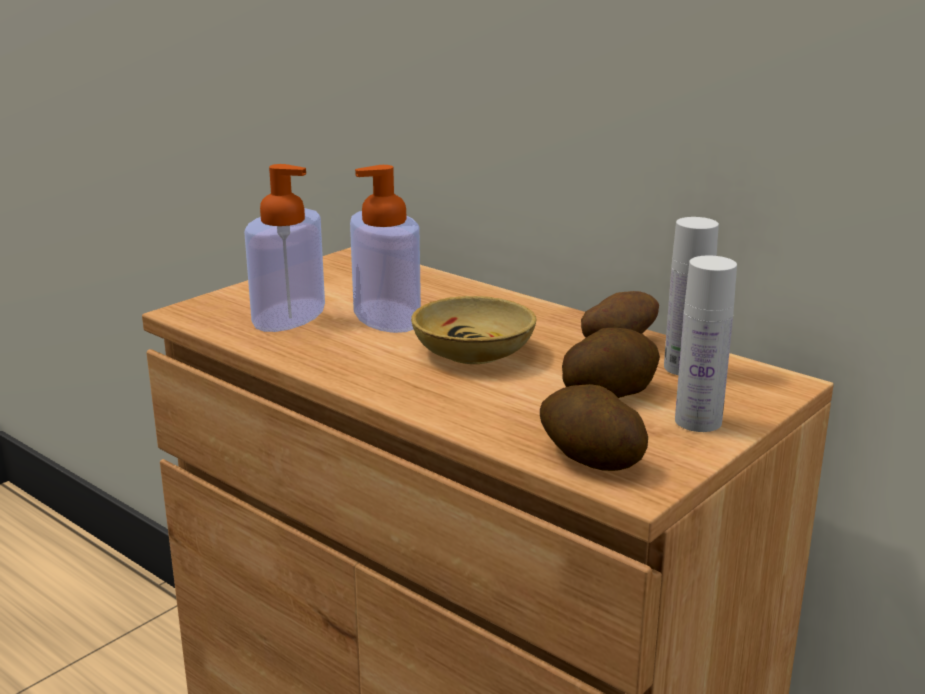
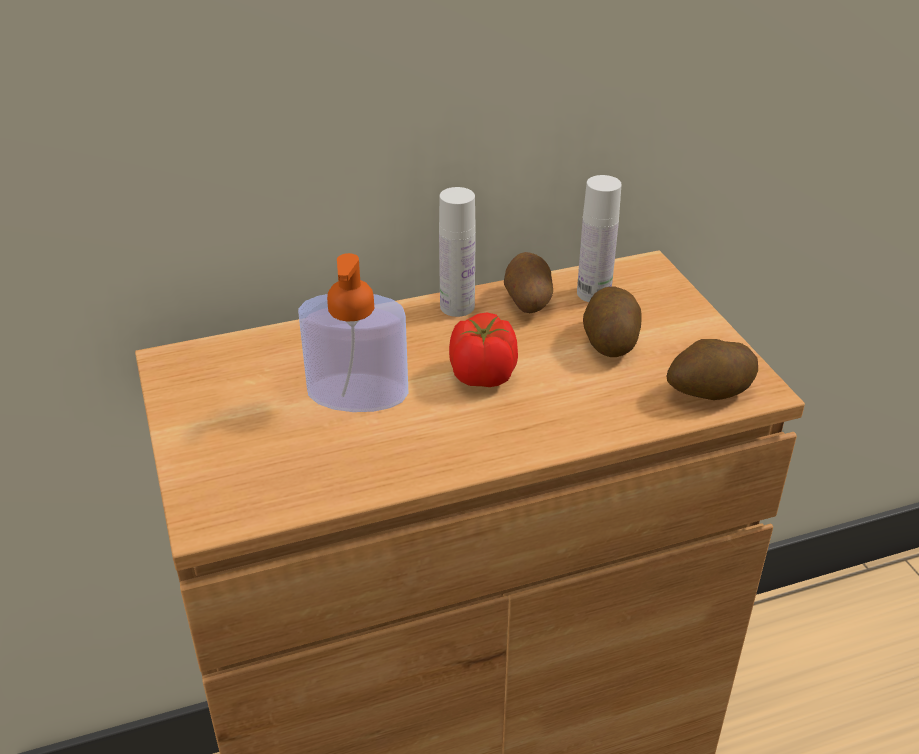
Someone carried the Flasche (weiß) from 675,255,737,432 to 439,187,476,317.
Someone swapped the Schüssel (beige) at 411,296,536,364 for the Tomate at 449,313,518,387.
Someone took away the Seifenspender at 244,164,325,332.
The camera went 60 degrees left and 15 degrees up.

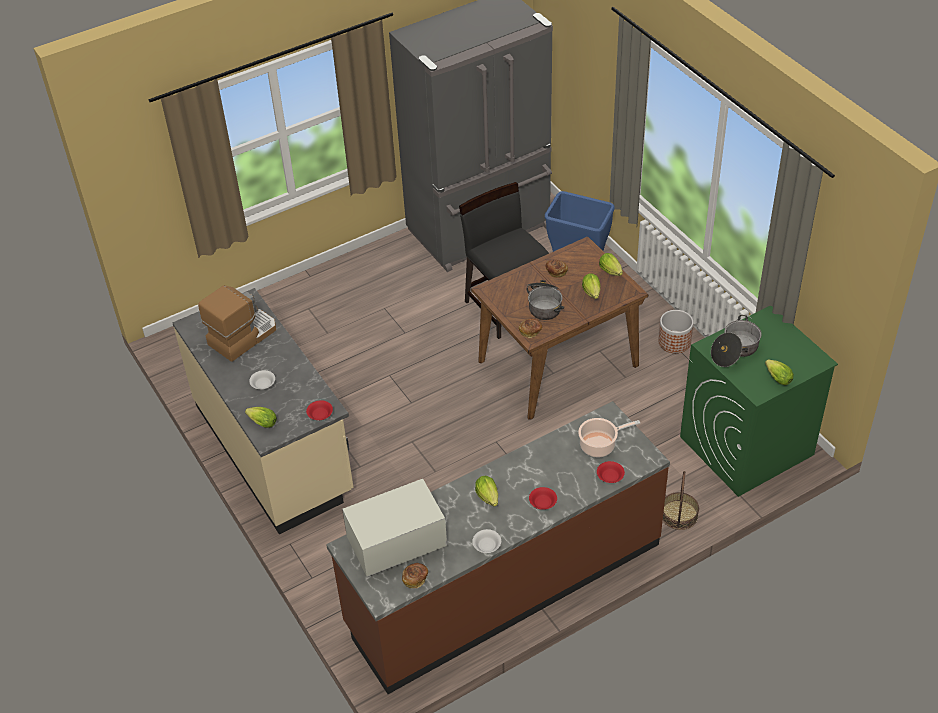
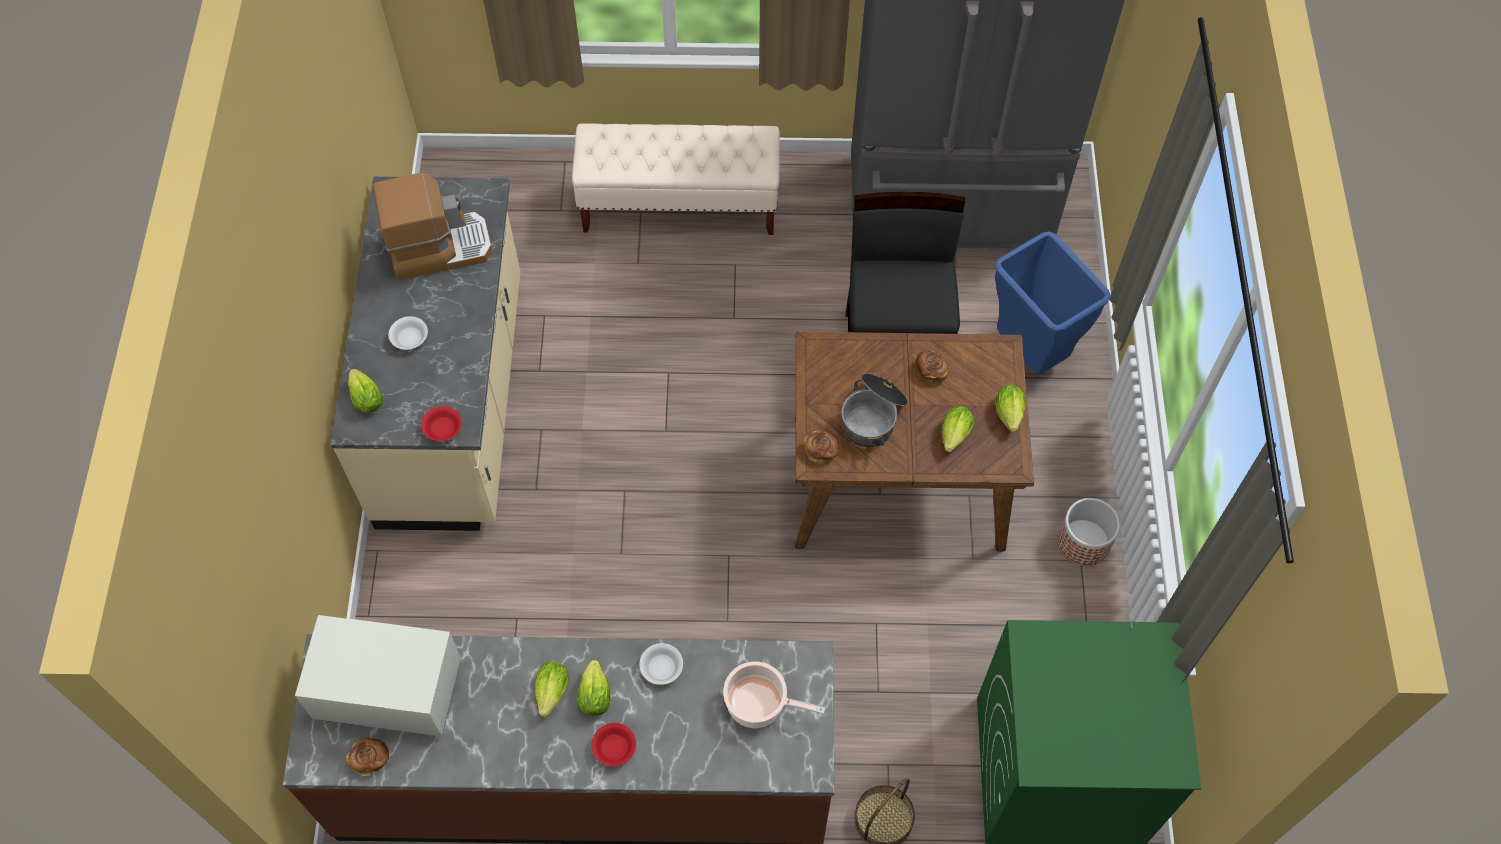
Someone put down the Bank (beige) at 572,124,780,235.
Someone carried the Salatkopf from 765,359,794,385 to 577,660,610,716.
Someone carried the Schüssel (weiß) from 472,529,501,553 to 639,643,683,685.
Someone took away the Schüssel (rot) at 597,461,625,483.
Someone took away the Kochtopf at 711,315,762,367.
The camera went 30 degrees right and 15 degrees up.

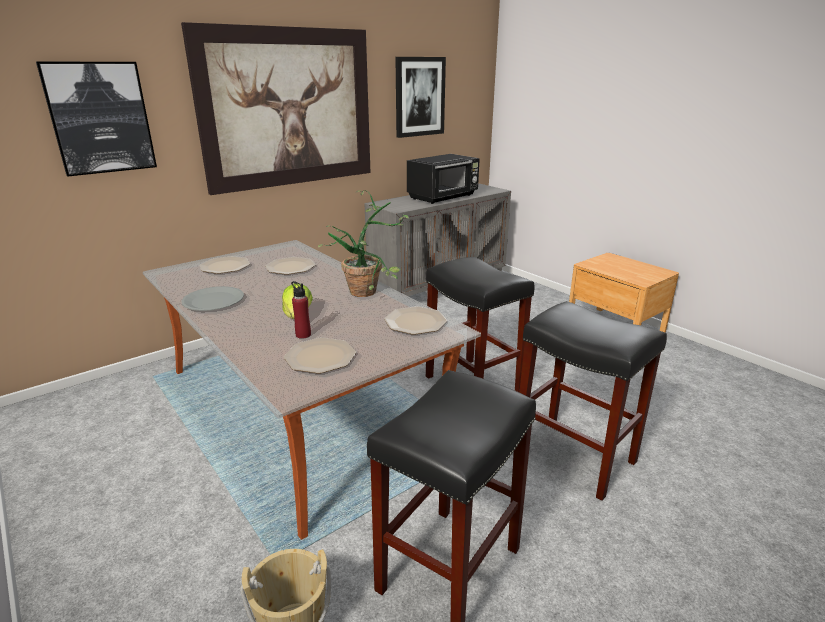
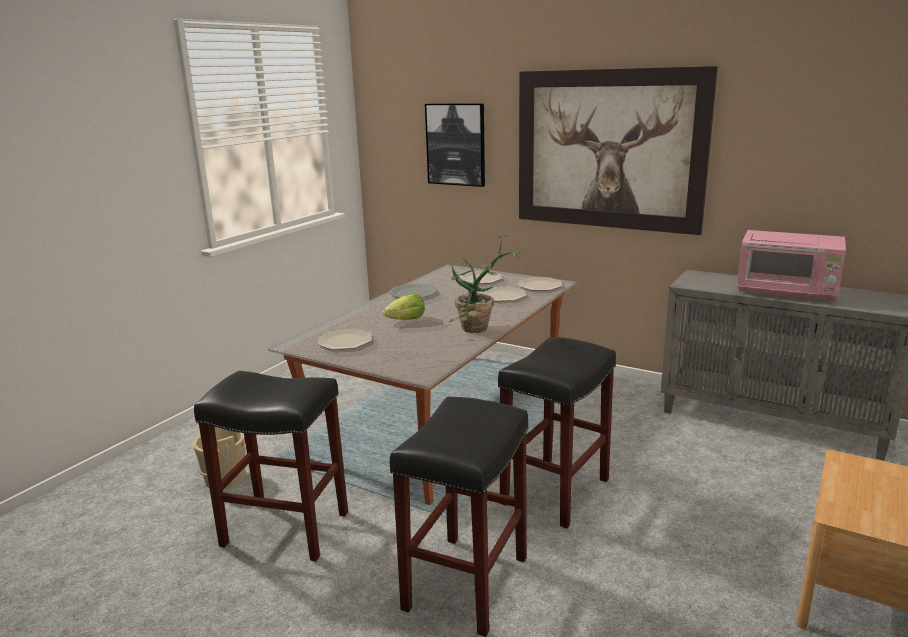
Someone carried the Teller from 384,306,447,335 to 519,277,562,291.
Someone repainted the Mikrowelle (schwarz) at 407,154,480,204, which became the Mikrowelle (rosa) at 737,230,846,302.
Someone took away the Flasche (rot) at 291,281,311,339.
Someone took away the Bild at 395,57,446,138.
The camera went 70 degrees right and 5 degrees down.

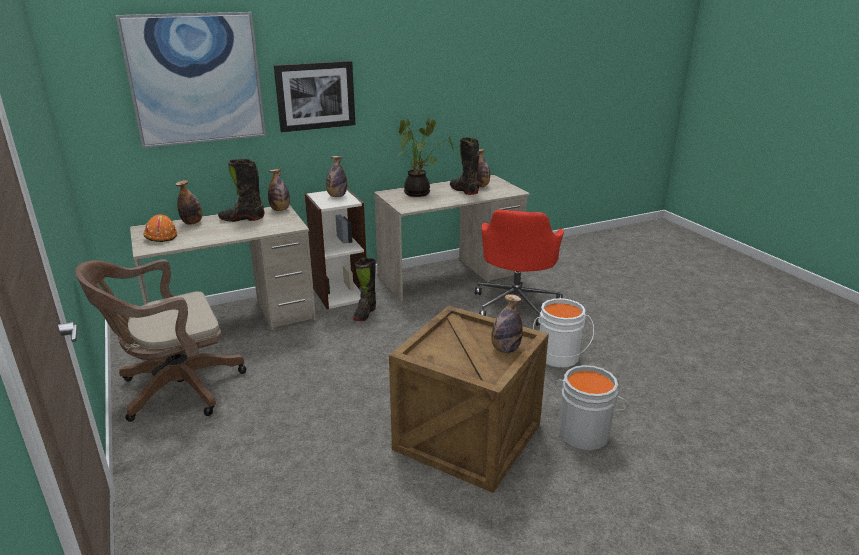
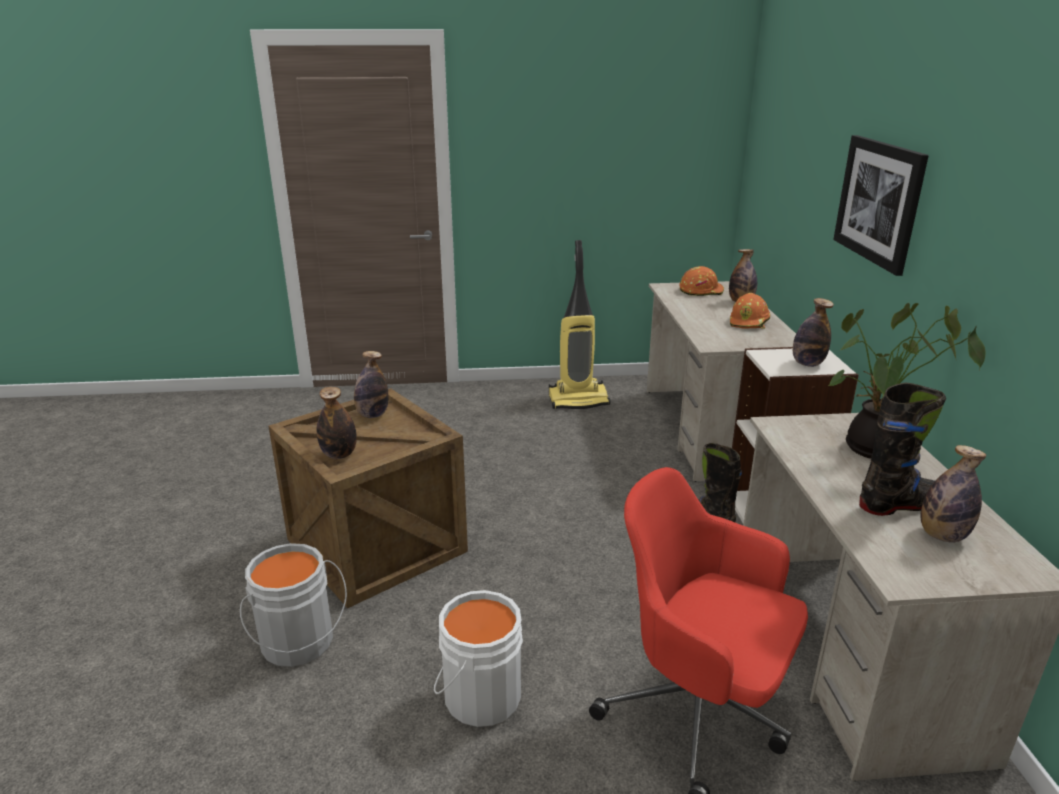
Someone carried the Flasche from 268,169,290,211 to 354,351,389,418.
Someone swapped the Bürostuhl (braun) at 75,259,247,422 for the Staubsauger at 549,240,610,409.
Someone swapped the Stiefel (schwarz) at 218,159,265,222 for the Schutzhelm (orange) at 730,293,770,329.
Someone took away the Bild at 116,12,266,148.
The camera went 110 degrees right and 0 degrees up.

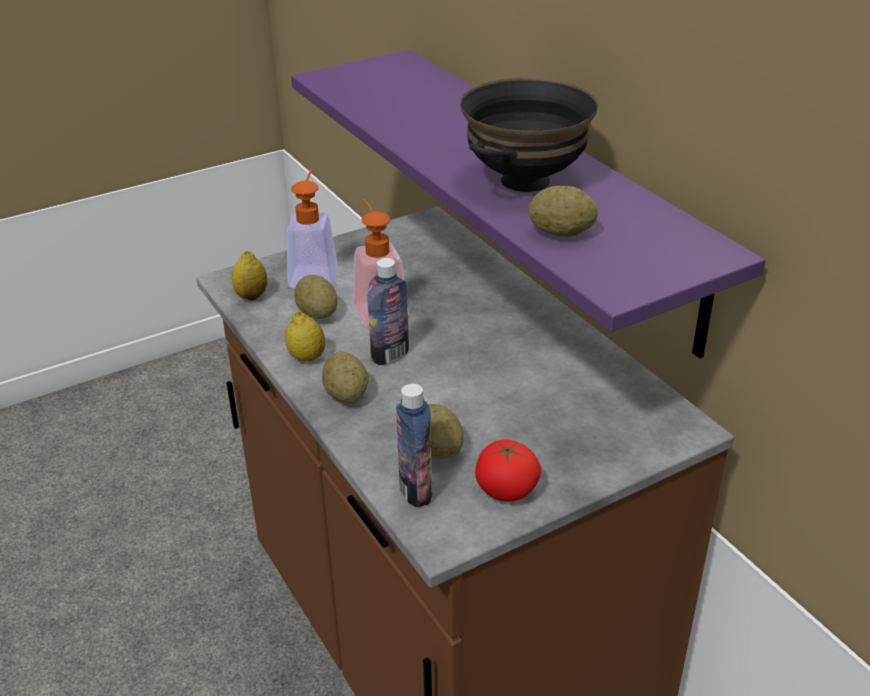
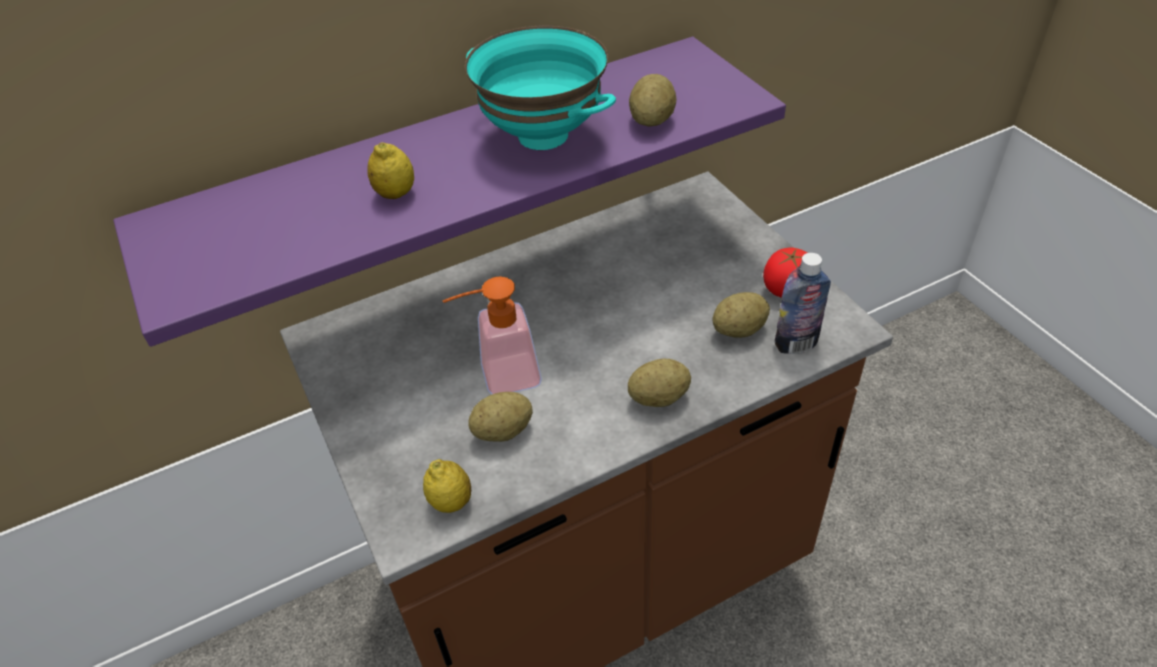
Someone carried the Zitrone from 286,311,325,361 to 367,142,414,199.
Someone repainted the Schüssel (schwarz) at 460,77,598,192, which became the Schüssel (türkis) at 465,26,616,150.
Someone took away the Seifenspender at 287,169,338,289.
Someone took away the Flasche at 368,258,409,365.
The camera went 85 degrees left and 10 degrees up.

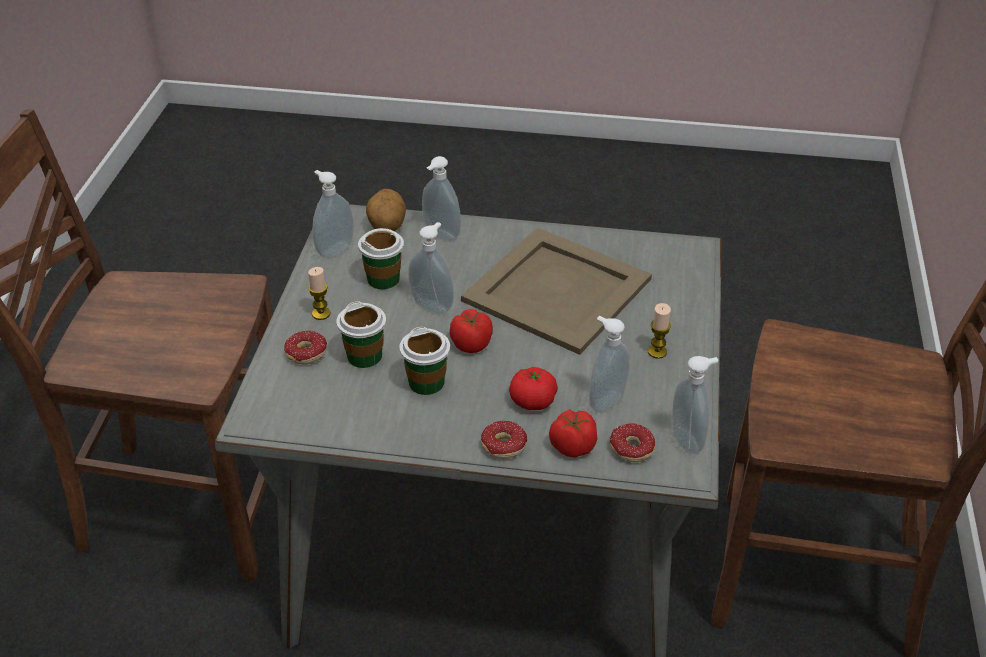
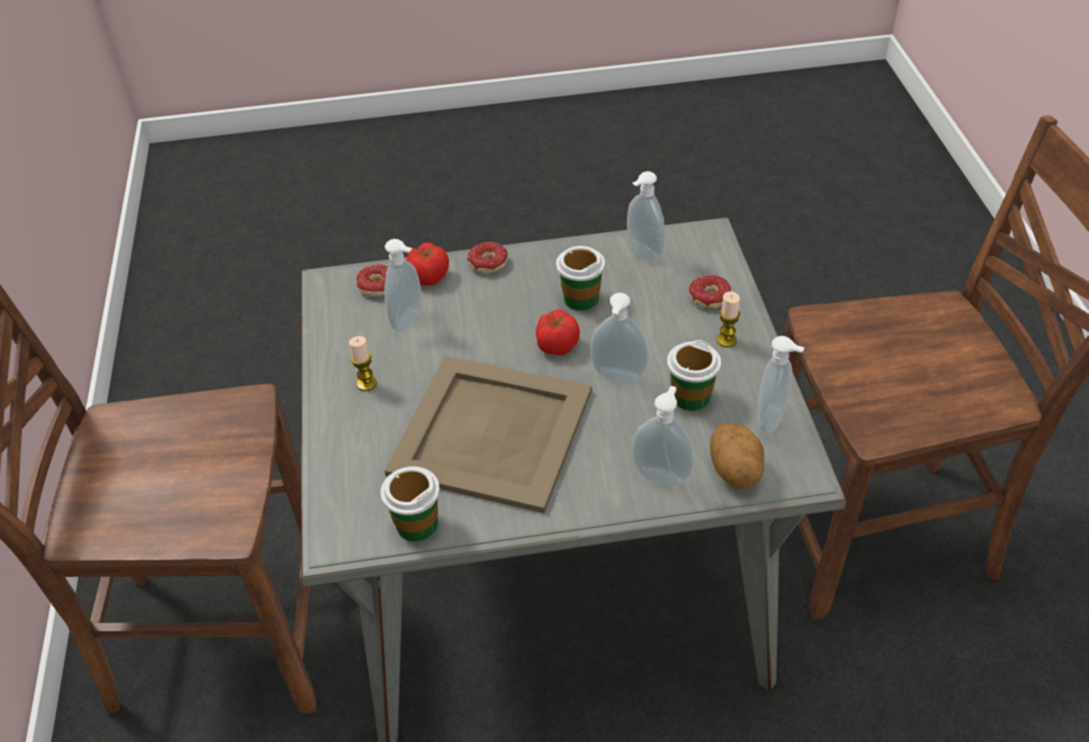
Someone carried the Tasse from 336,301,386,368 to 380,466,440,542.
Someone carried the Seifenspender from 672,356,718,454 to 627,171,665,262.
Someone took away the Tomate at 509,367,558,410.
The camera went 165 degrees right and 5 degrees up.

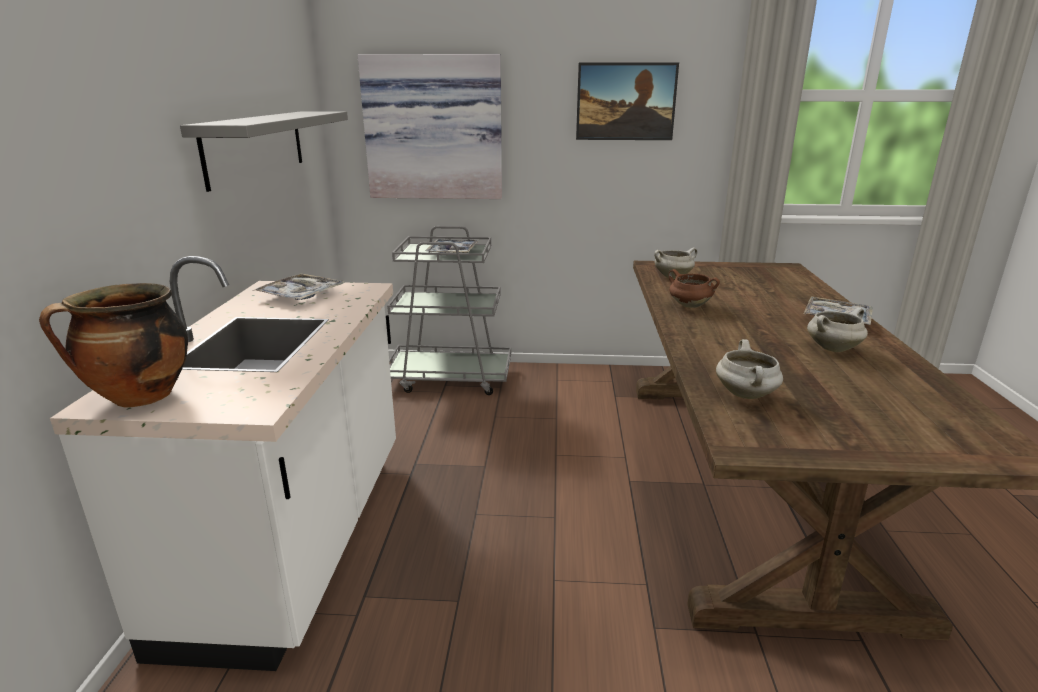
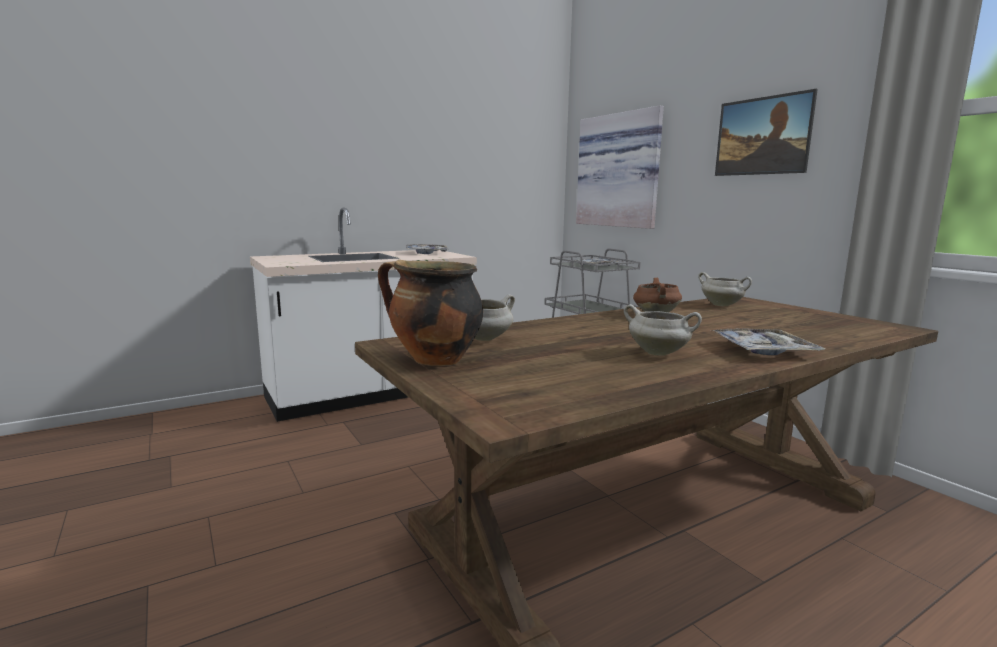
Someone carried the Kochtopf from 39,283,188,408 to 378,260,483,366.
Someone took away the Wandregal (grau) at 180,111,348,192.
The camera went 55 degrees right and 10 degrees down.

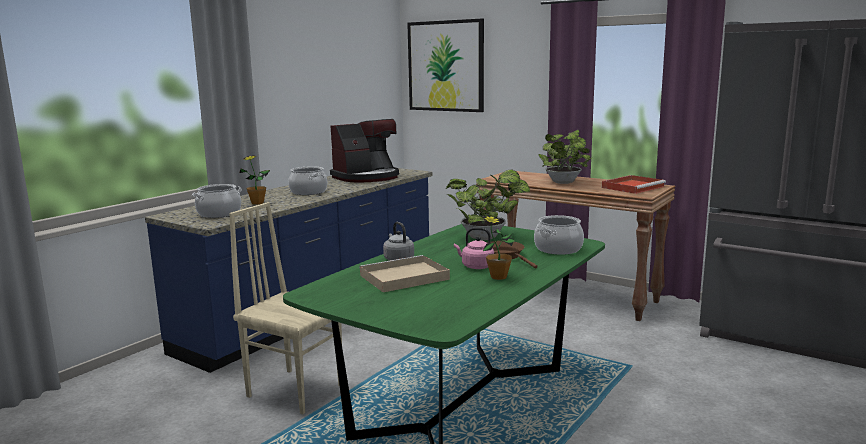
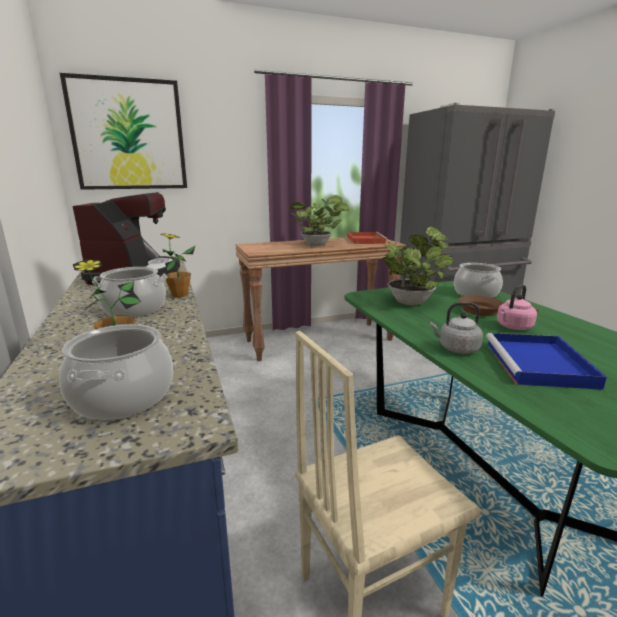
Someone carried the Topfpflanze from 483,216,515,280 to 161,233,196,298.
Someone repainted the Tablett (beige) at 359,255,450,292, which became the Tablett (blau) at 486,333,607,390.
The camera went 55 degrees left and 5 degrees up.

